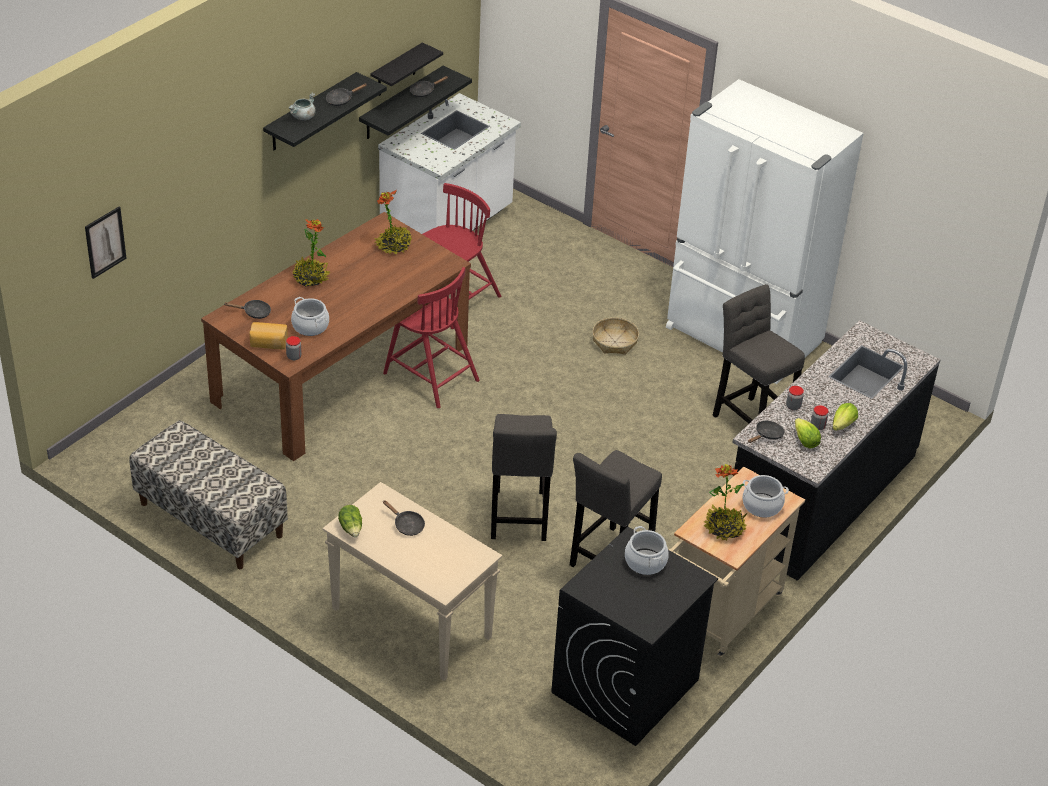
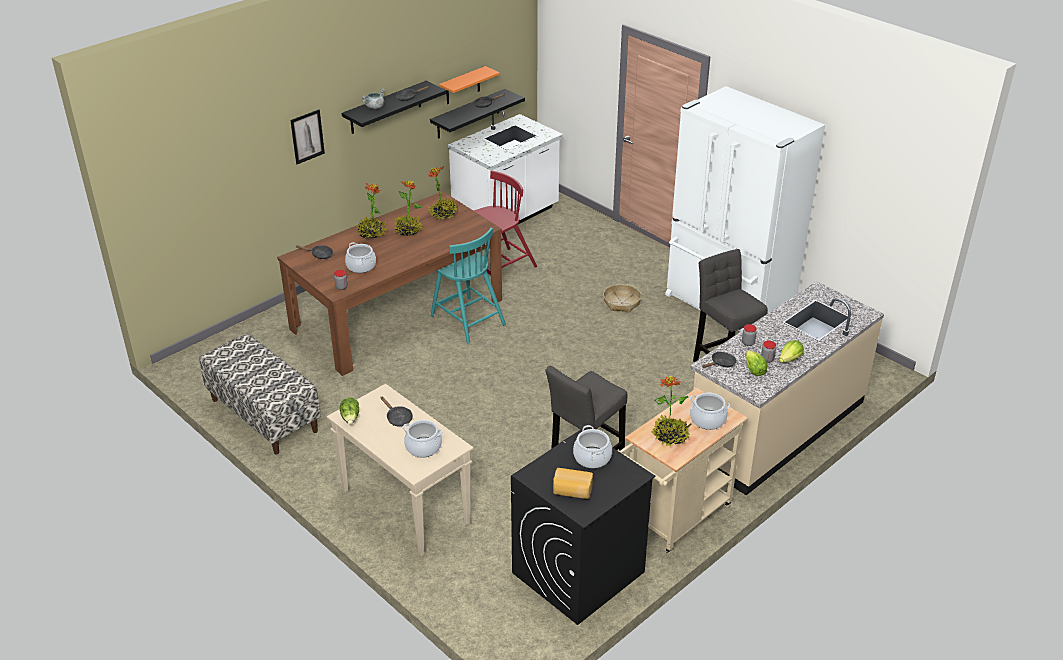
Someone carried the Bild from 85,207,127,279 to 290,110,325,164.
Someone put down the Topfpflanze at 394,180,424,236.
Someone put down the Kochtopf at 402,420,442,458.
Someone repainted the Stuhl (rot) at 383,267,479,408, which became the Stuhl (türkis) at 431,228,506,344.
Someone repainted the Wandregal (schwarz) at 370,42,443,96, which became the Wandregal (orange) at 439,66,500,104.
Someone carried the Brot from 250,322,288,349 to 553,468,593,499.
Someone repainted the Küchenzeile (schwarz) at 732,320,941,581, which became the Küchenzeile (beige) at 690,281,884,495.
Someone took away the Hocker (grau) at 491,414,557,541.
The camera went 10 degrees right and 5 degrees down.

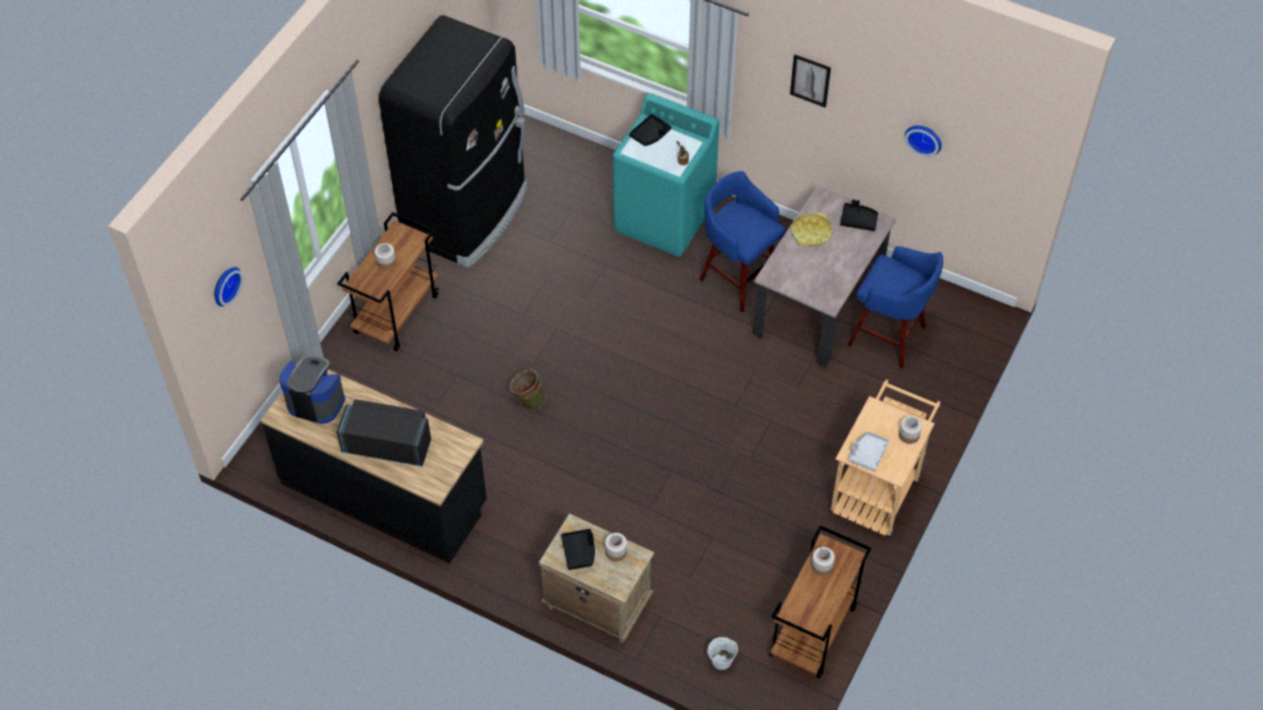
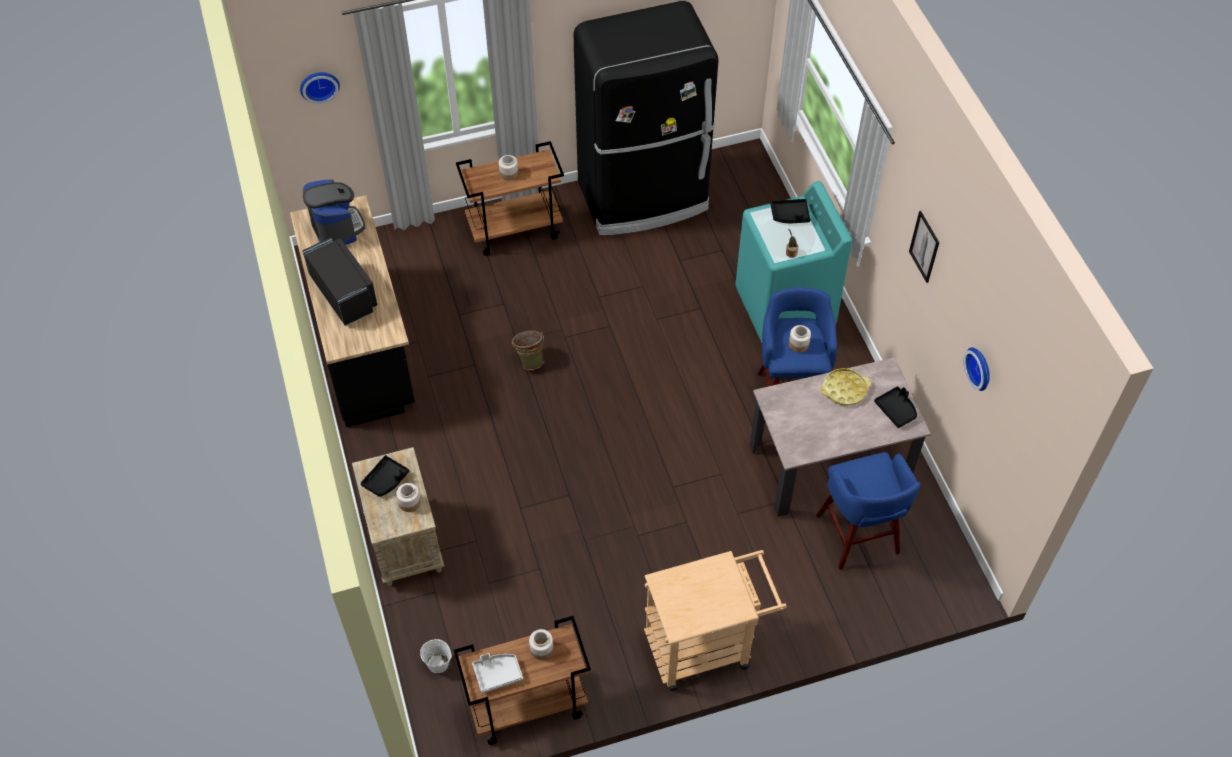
Someone carried the Tablett (grau) from 848,432,889,471 to 472,653,523,693.
Someone carried the Vorratsglas from 899,416,922,444 to 789,325,811,353.
The camera went 45 degrees right and 0 degrees up.

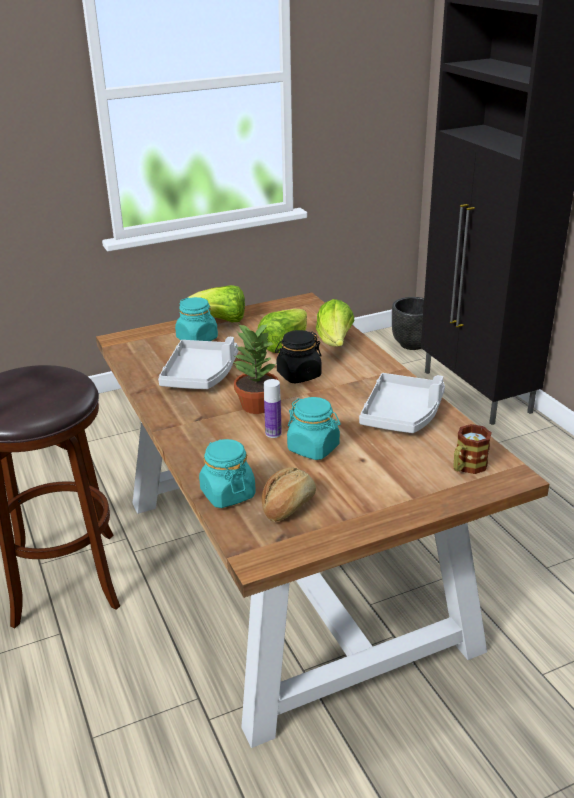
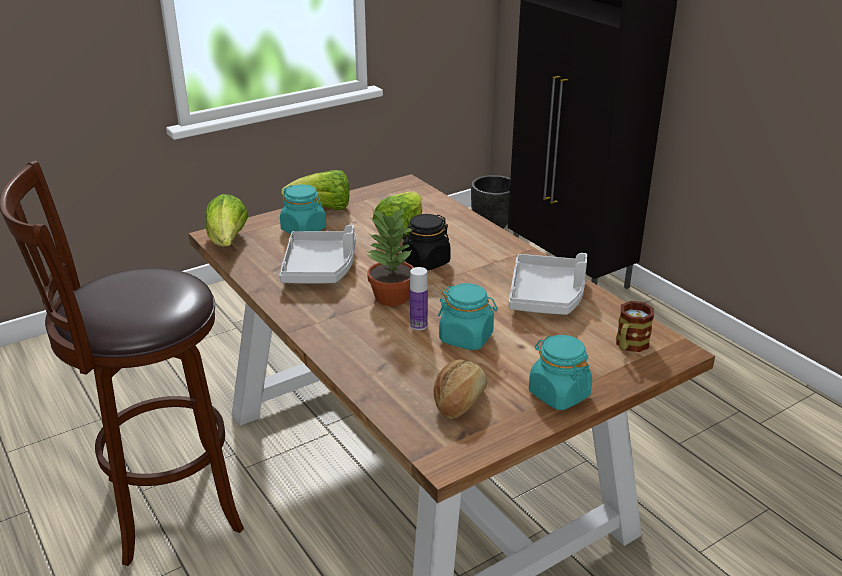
Someone carried the Salatkopf from 316,299,355,347 to 205,194,249,246.
Someone carried the Vorratsglas (türkis) from 199,439,256,508 to 529,335,592,410.
The camera went 10 degrees left and 0 degrees up.

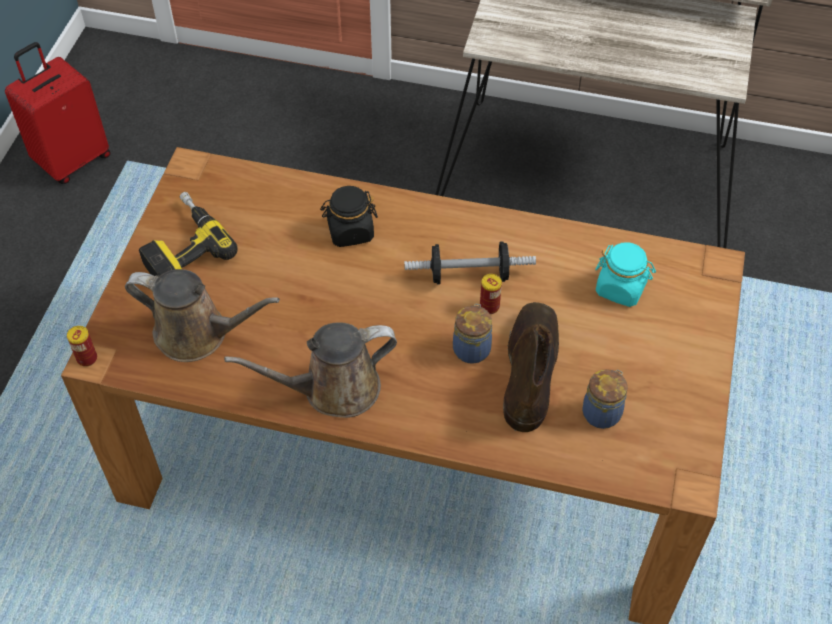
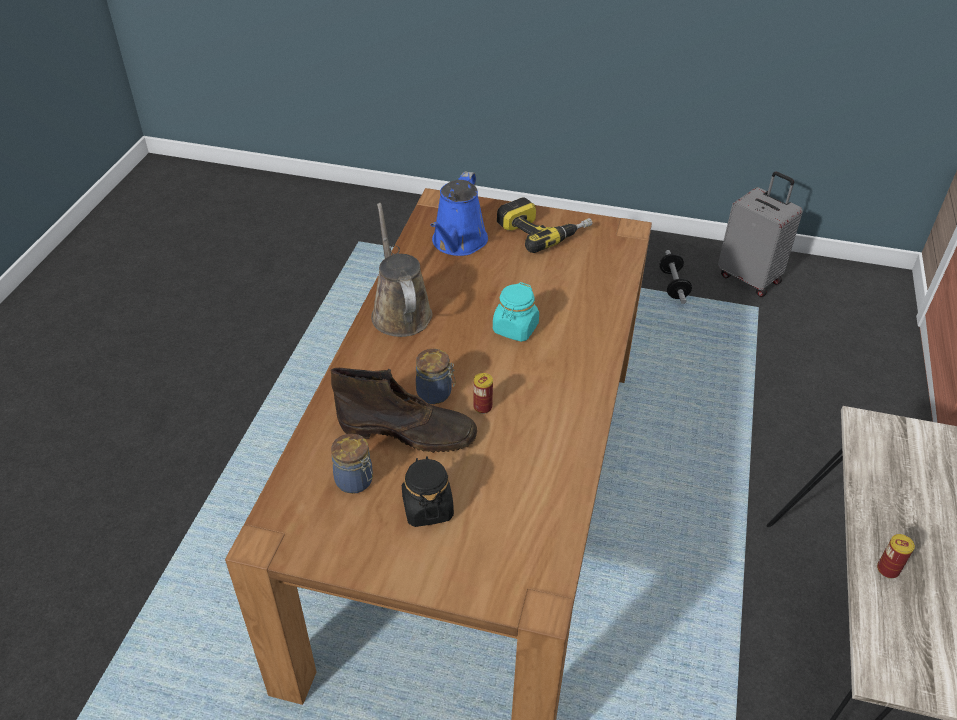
Someone carried the Vorratsglas (schwarz) from 320,186,378,247 to 402,456,454,527.
Someone repainted the Gießkanne (braun) at 125,269,280,362, which became the Gießkanne (blau) at 431,171,488,256.
Someone carried the Vorratsglas (türkis) from 595,242,656,307 to 493,282,539,342.
Someone carried the Hantel from 404,241,536,285 to 659,250,692,304.
Someone repainted the Koffer (rot) at 5,42,111,184, which became the Koffer (grau) at 718,172,803,297.
Someone carried the Dose from 67,326,97,367 to 877,534,915,579.
The camera went 90 degrees right and 10 degrees down.

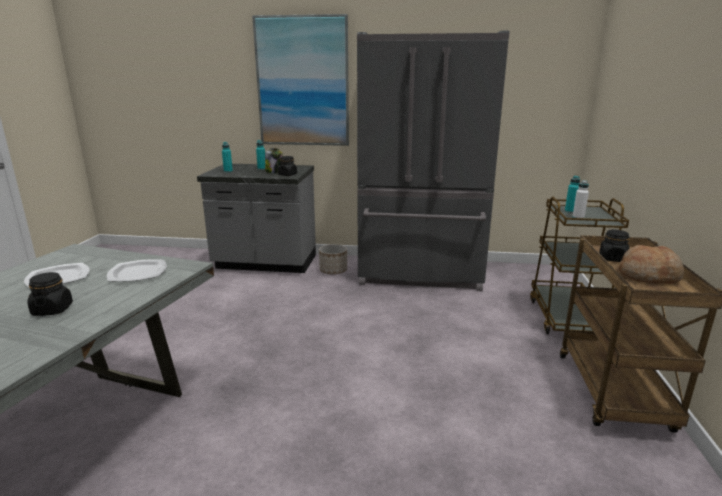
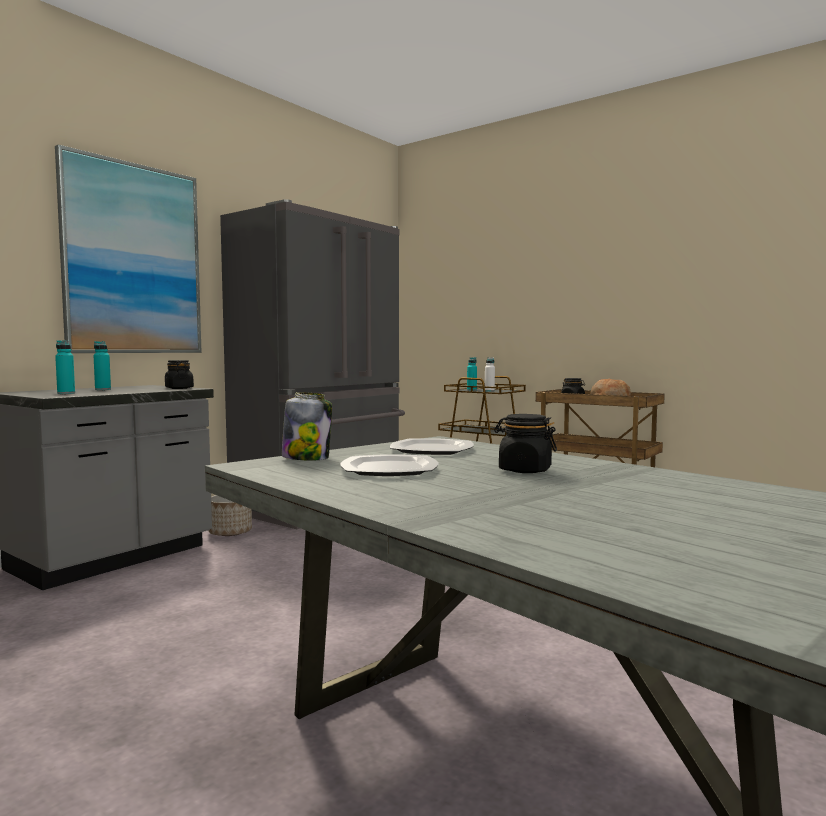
Someone carried the Vorratsglas from 265,148,283,173 to 282,392,332,461.
The camera went 60 degrees left and 15 degrees down.

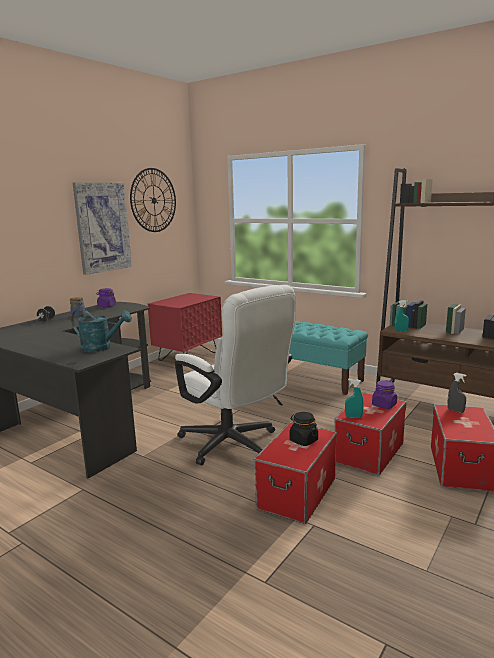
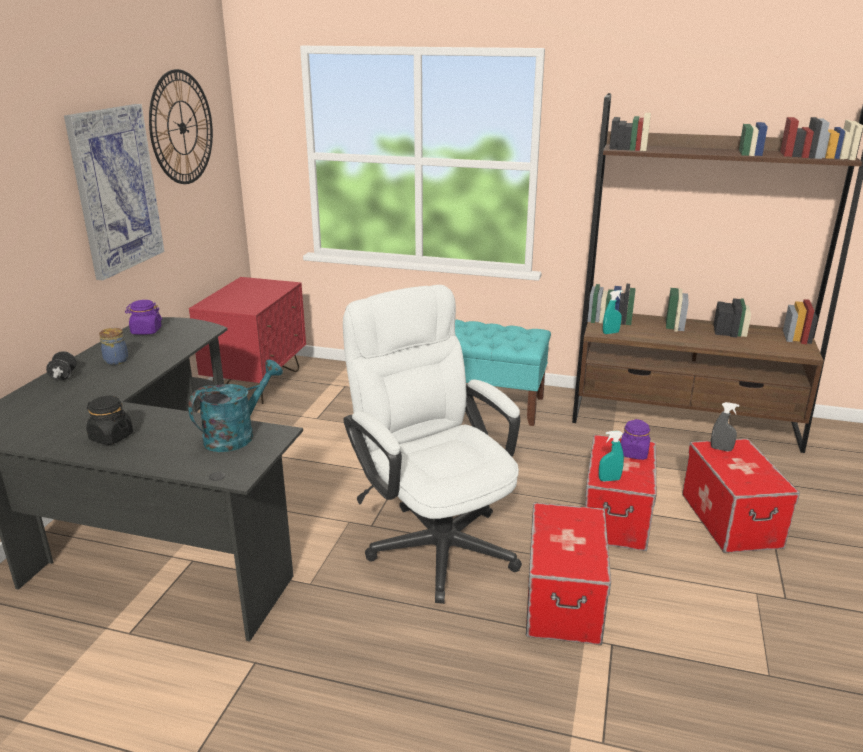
Someone carried the Vorratsglas (schwarz) from 290,412,318,446 to 86,396,133,445.
Someone rotated the Gießkanne (türkis) at 71,309,132,352 by 45 degrees counterclockwise.
Someone rotated the Bürostuhl (weiß) at 175,285,296,466 by 150 degrees counterclockwise.
The camera went 20 degrees left and 10 degrees up.

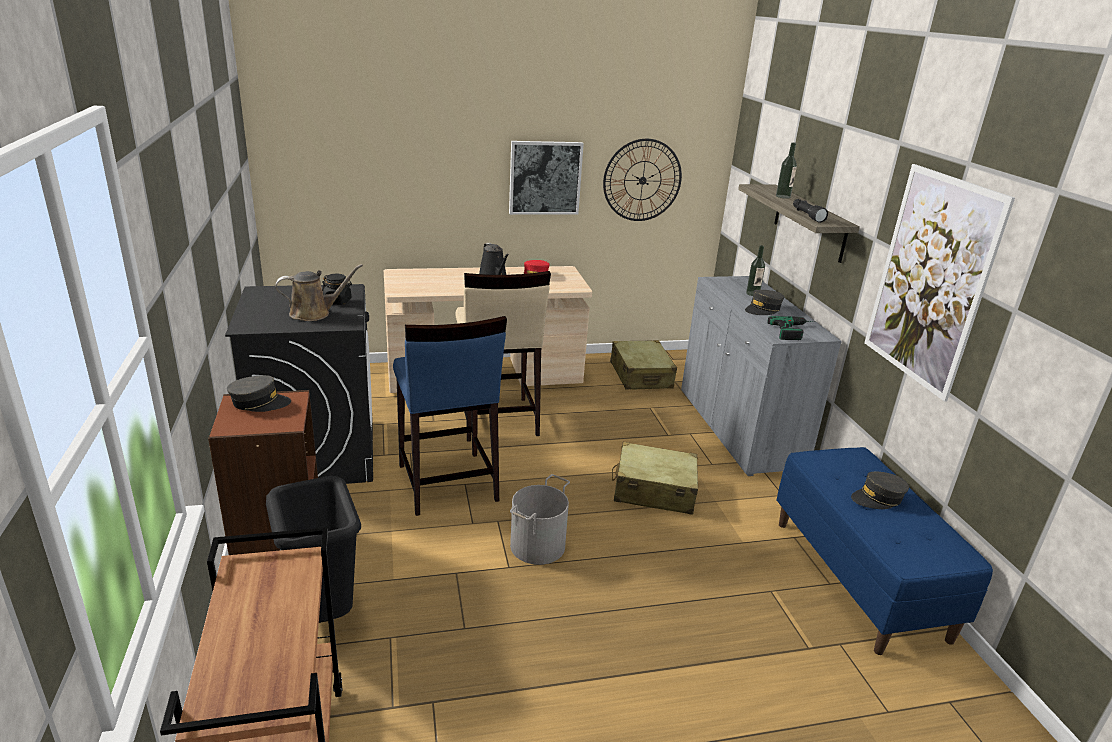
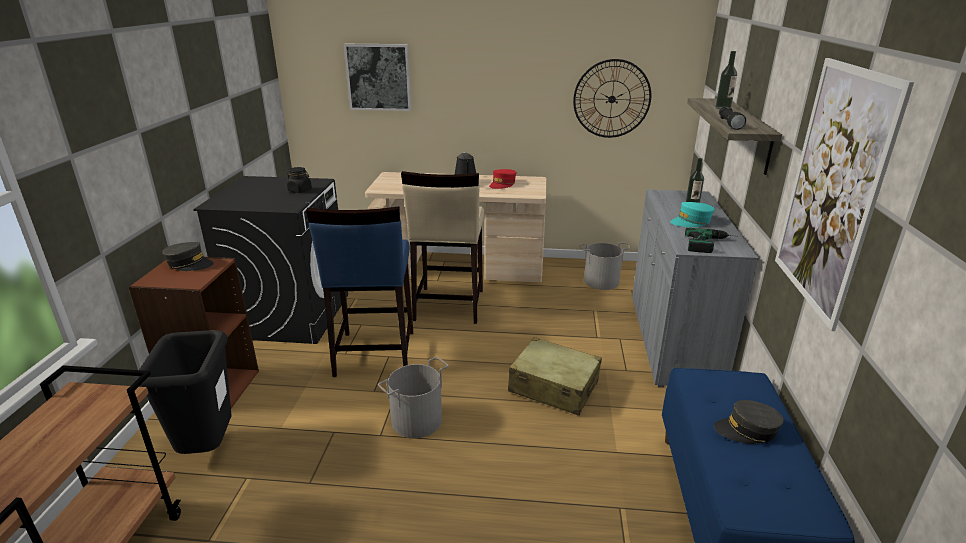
Someone carried the Bild from 509,141,584,215 to 344,44,412,111.
Someone swapped the Koffer (beige) at 610,340,677,390 for the Eimer (grau) at 579,242,631,290.
Someone repainted the Kappe (grau) at 745,290,784,315, which became the Kappe (türkis) at 670,202,715,227.
Someone took away the Gießkanne (braun) at 276,264,363,321.
The camera went 20 degrees right and 0 degrees up.

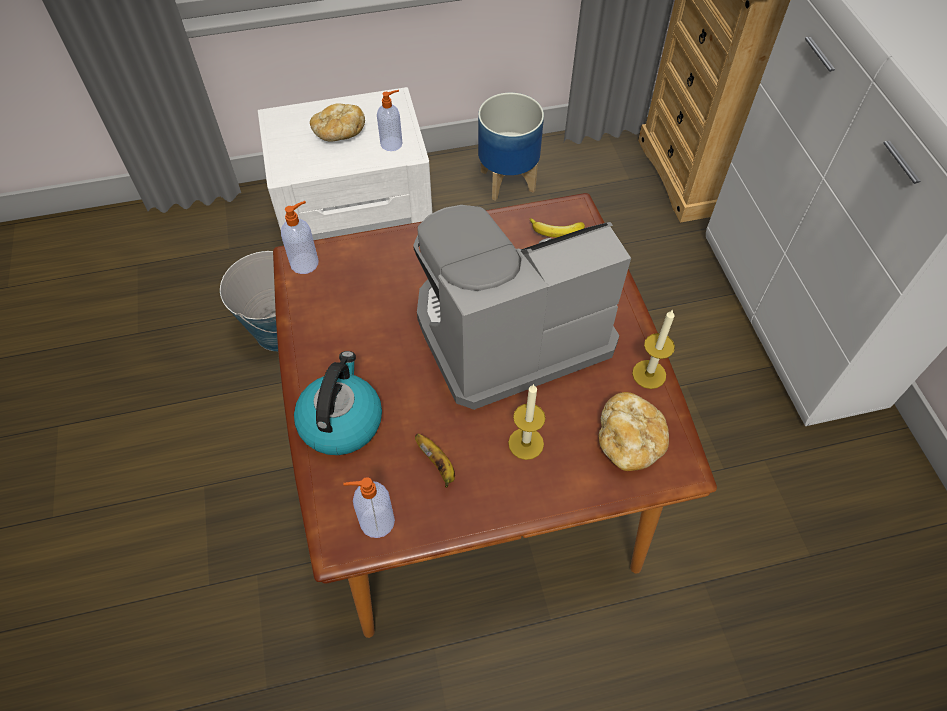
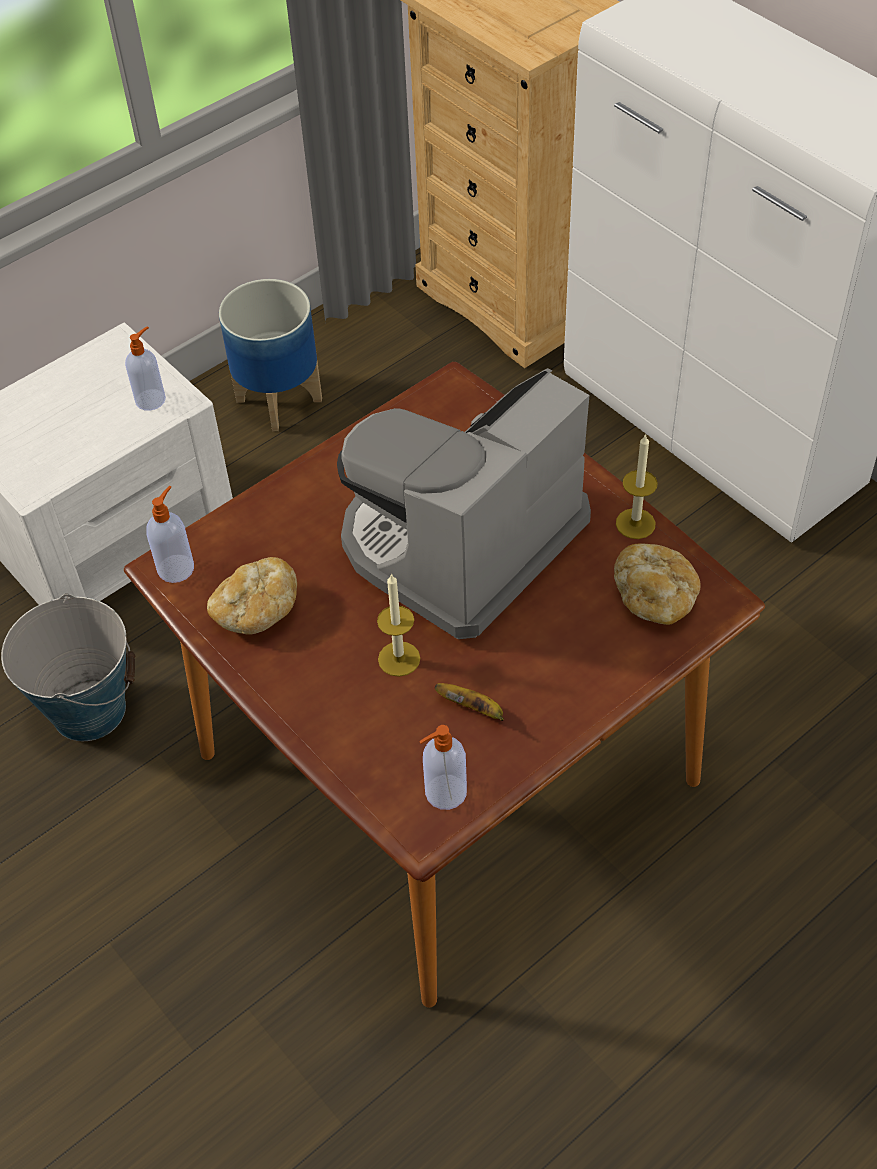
Someone carried the Brot from 310,103,365,142 to 207,557,297,634.
Someone carried the Kerze from 508,384,546,460 to 377,573,420,677.
Someone took away the Wasserkessel at 294,351,382,455.
Someone took away the Banane at 530,218,585,238.
The camera went 25 degrees left and 5 degrees down.

